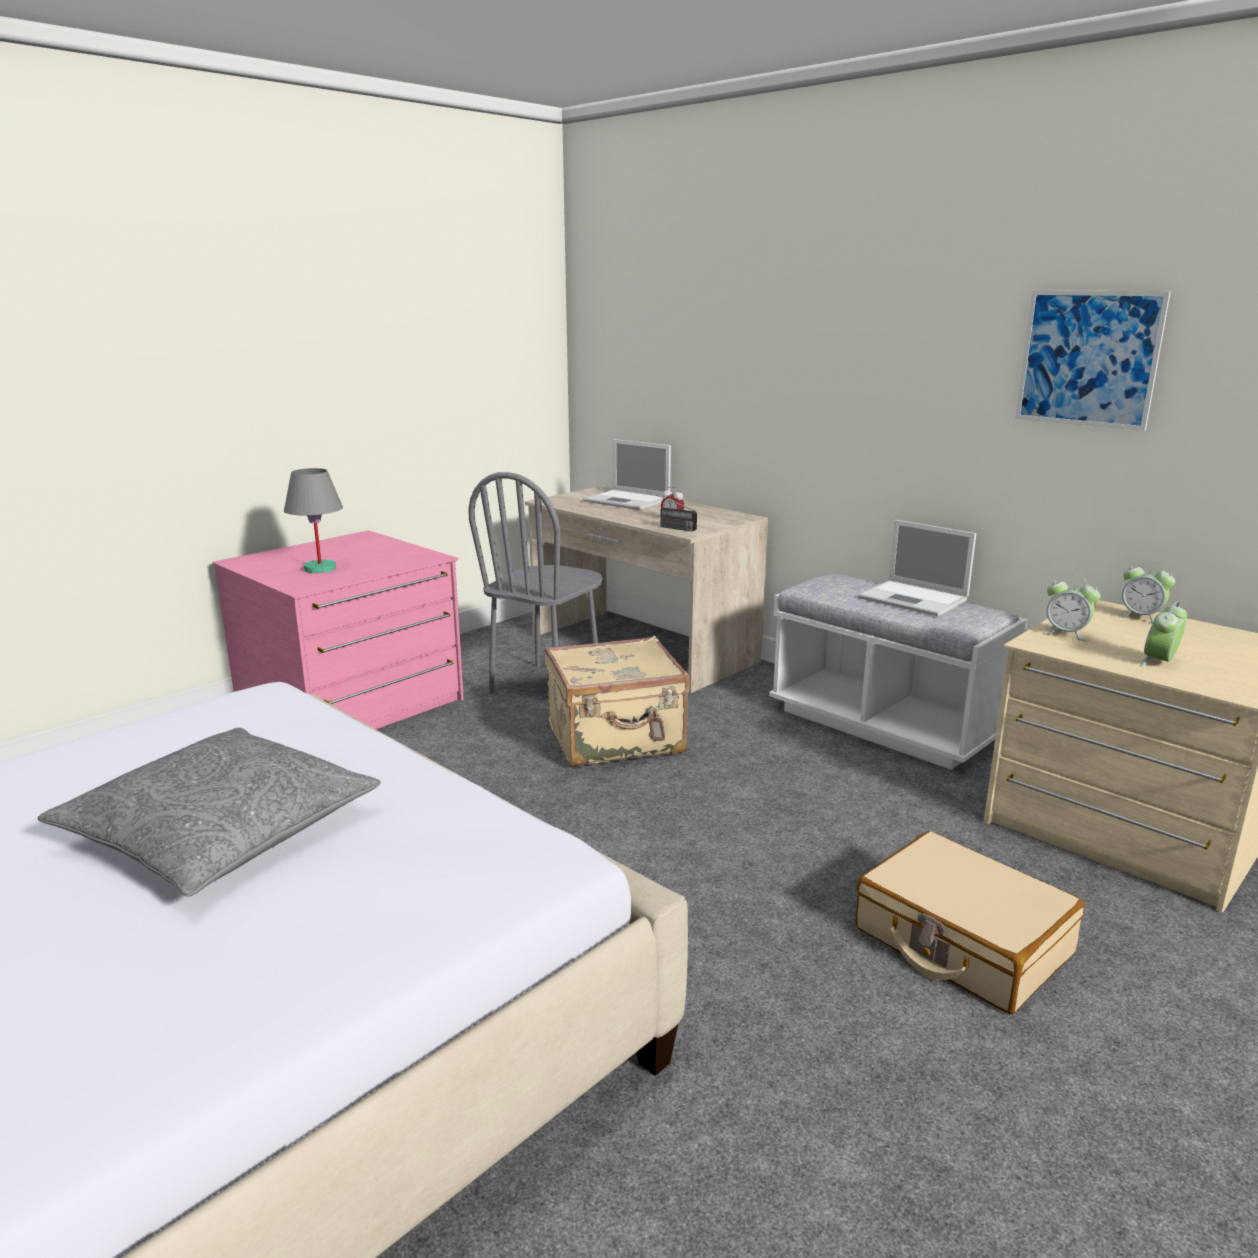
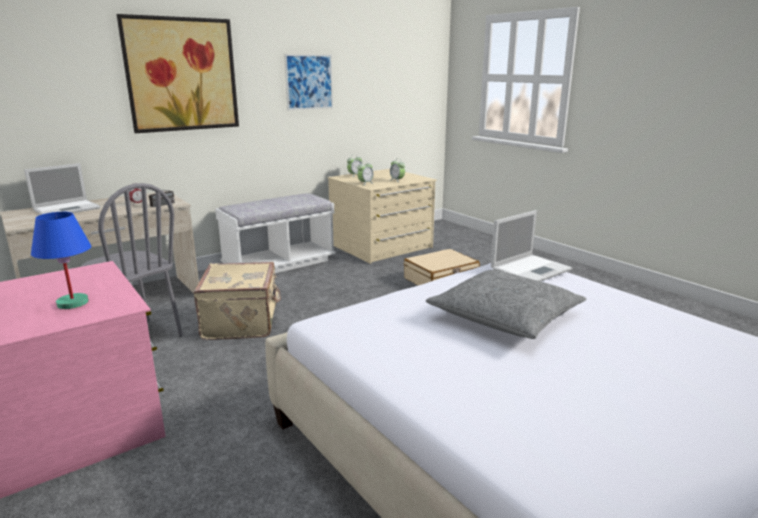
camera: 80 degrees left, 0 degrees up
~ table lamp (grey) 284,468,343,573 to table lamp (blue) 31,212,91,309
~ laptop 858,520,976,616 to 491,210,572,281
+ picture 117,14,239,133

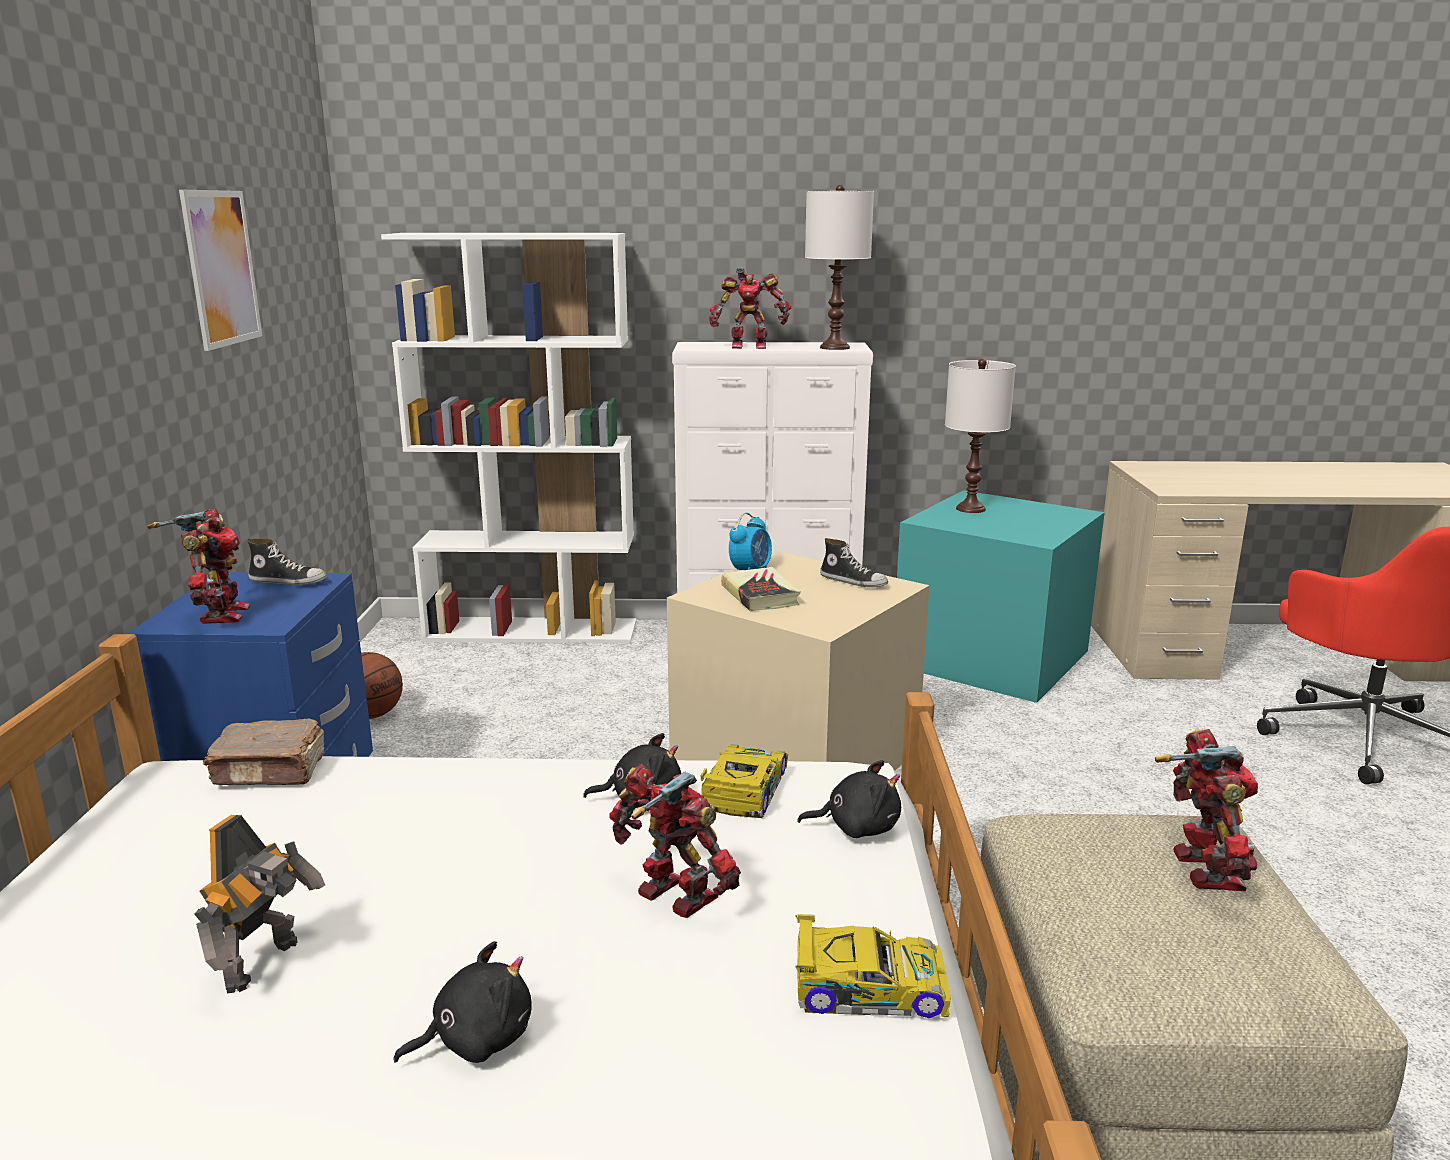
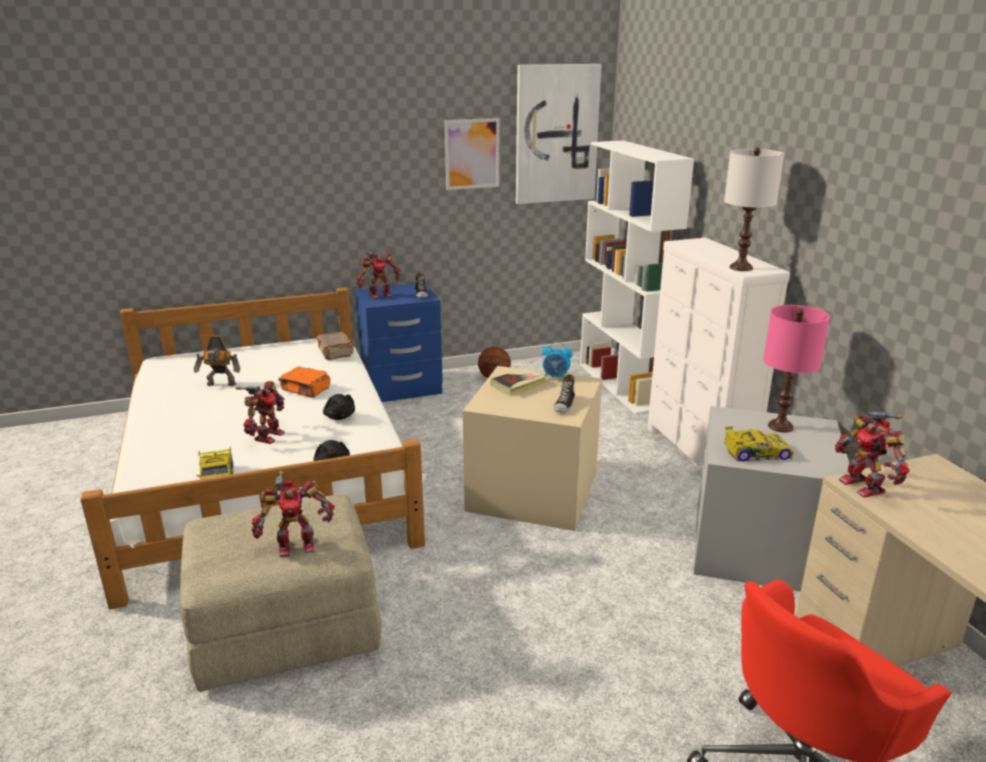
camera: 70 degrees right, 5 degrees up
~ toy robot 709,267,791,349 to 835,412,910,497
~ table lamp (white) 945,359,1016,513 to table lamp (pink) 763,305,830,432
~ storage box (turquoise) 897,490,1105,703 to storage box (grey) 694,406,849,592
~ toy car 701,744,788,818 to 724,427,794,461
- plush toy (black) 394,941,532,1063
+ picture 516,64,602,204
+ book (orange) 278,367,330,398

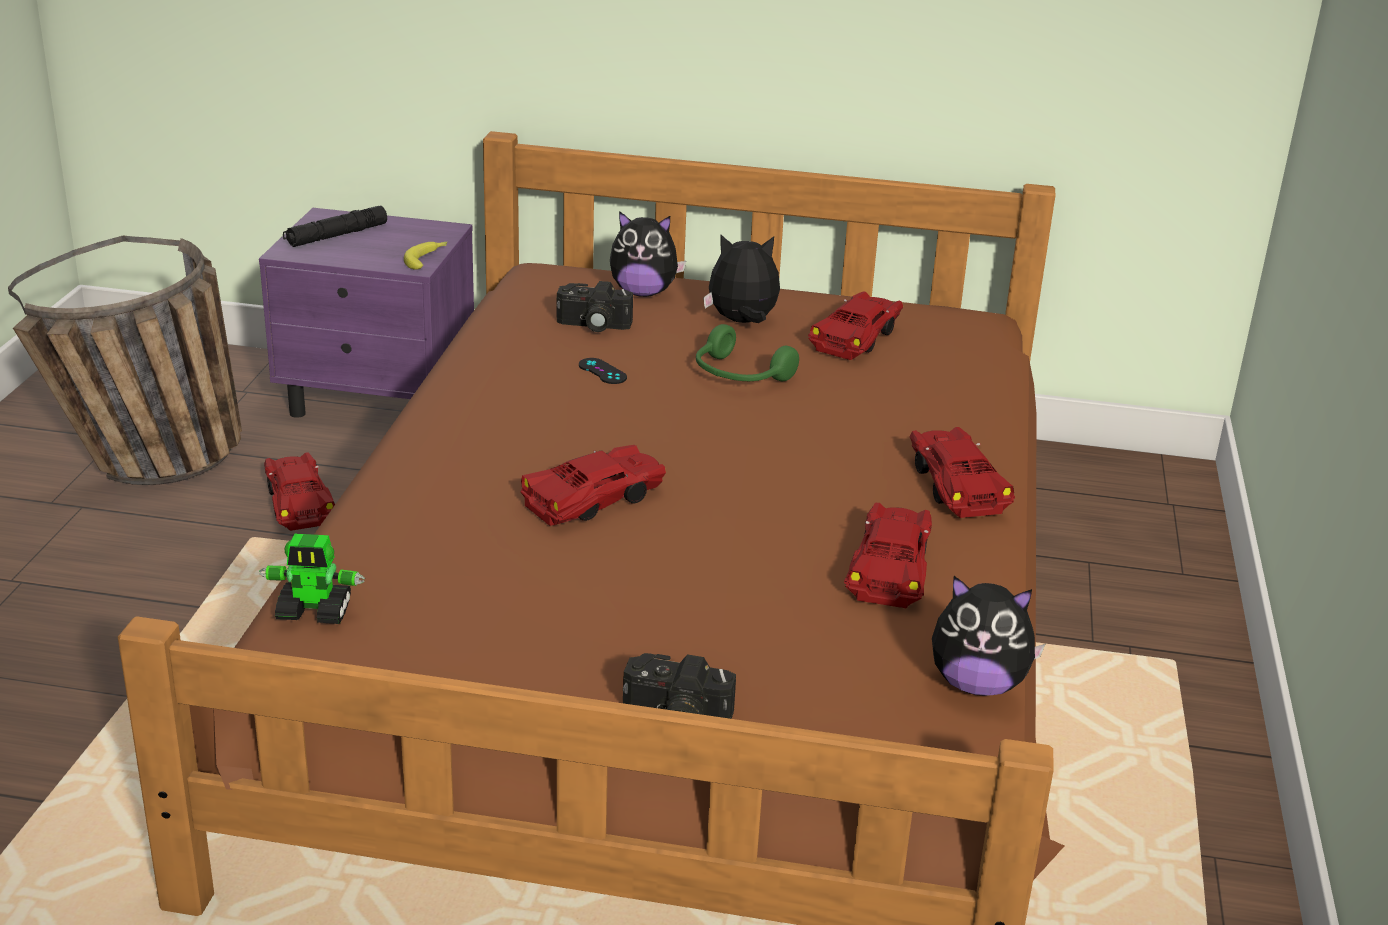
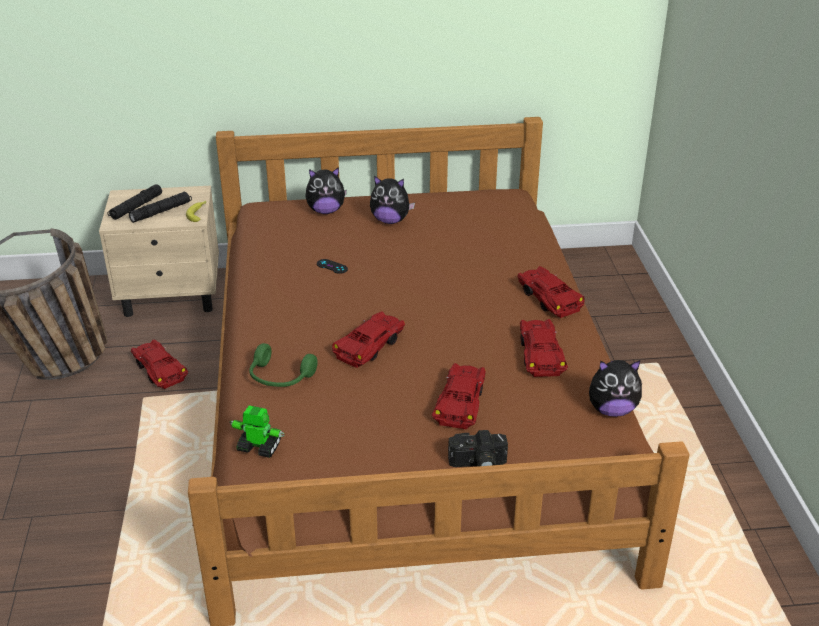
camera: 15 degrees left, 5 degrees up
~ nightstand (purple) 259,208,474,418 to nightstand (beige) 99,186,219,317
~ plush toy 703,235,780,323 = 370,176,415,224 150 degrees counterclockwise
- photo camera 556,281,633,332
~ toy car (red) 808,292,903,360 to 432,363,486,429
~ headphones (green) 696,324,799,381 to 249,343,318,387
~ toy robot 259,533,365,624 = 230,405,285,458 150 degrees counterclockwise
+ flashlight (black) 129,192,192,223

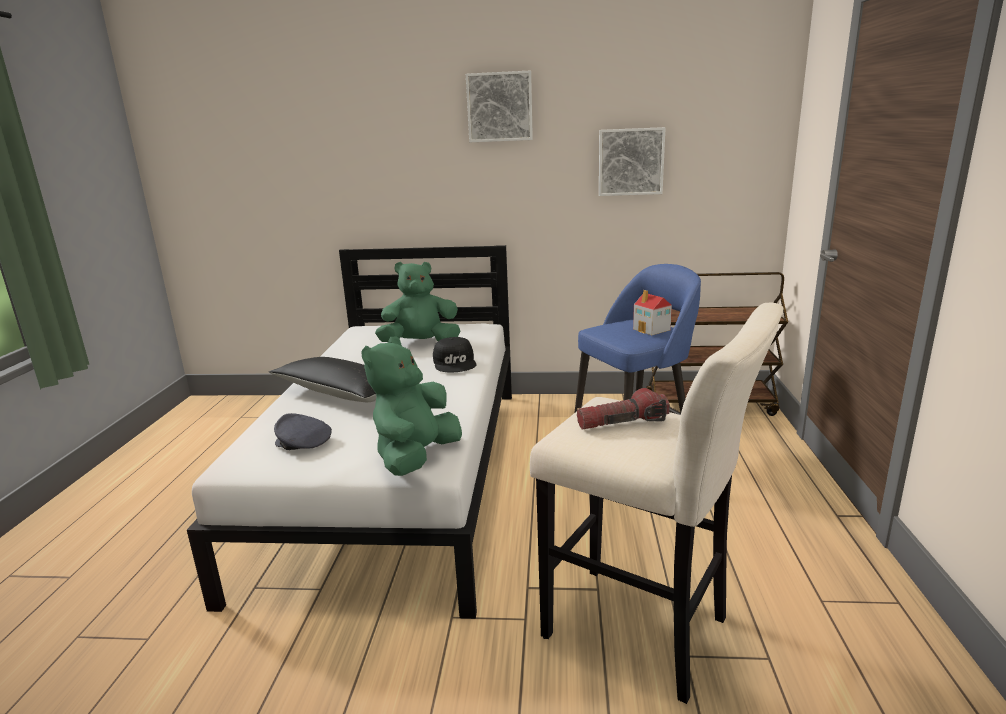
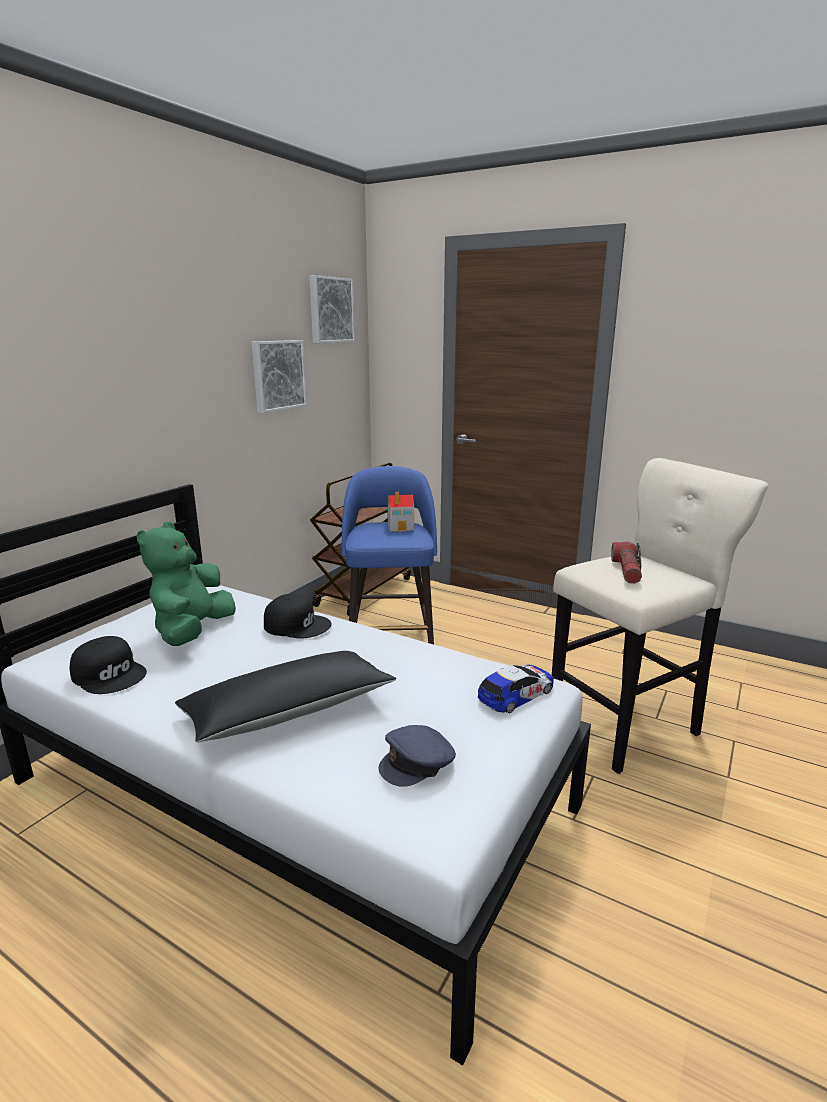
camera: 65 degrees left, 0 degrees up
~ picture 466,70,533,142 to 309,275,355,343
~ plush toy (green) 361,336,462,476 to toy car 478,665,554,714
+ cap (black) 70,636,147,694

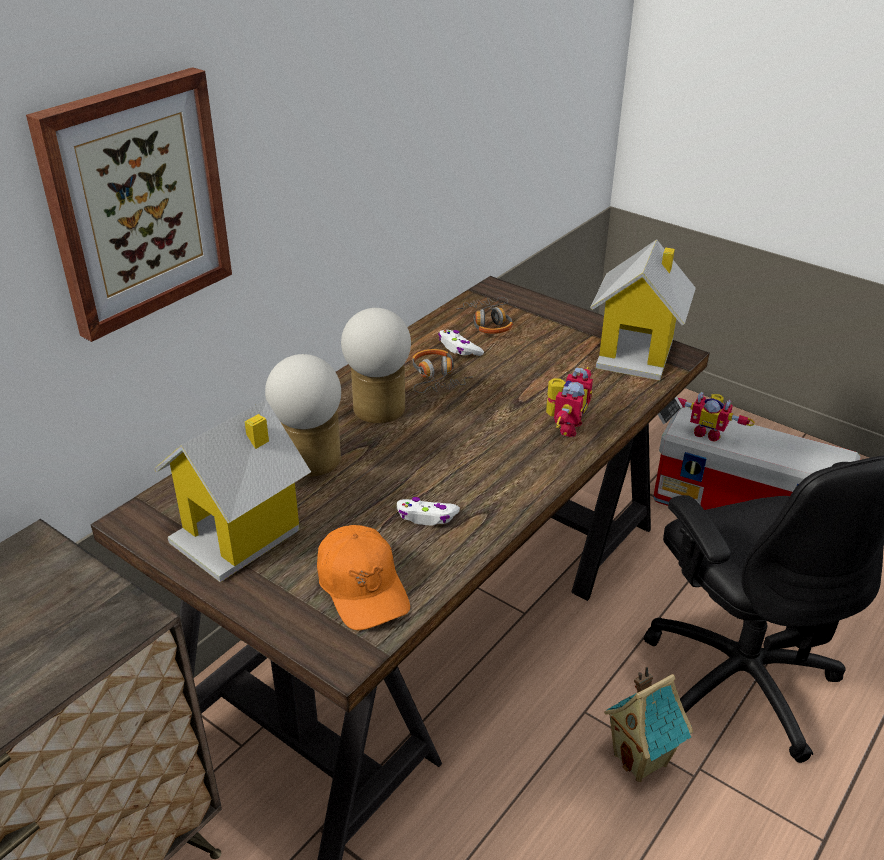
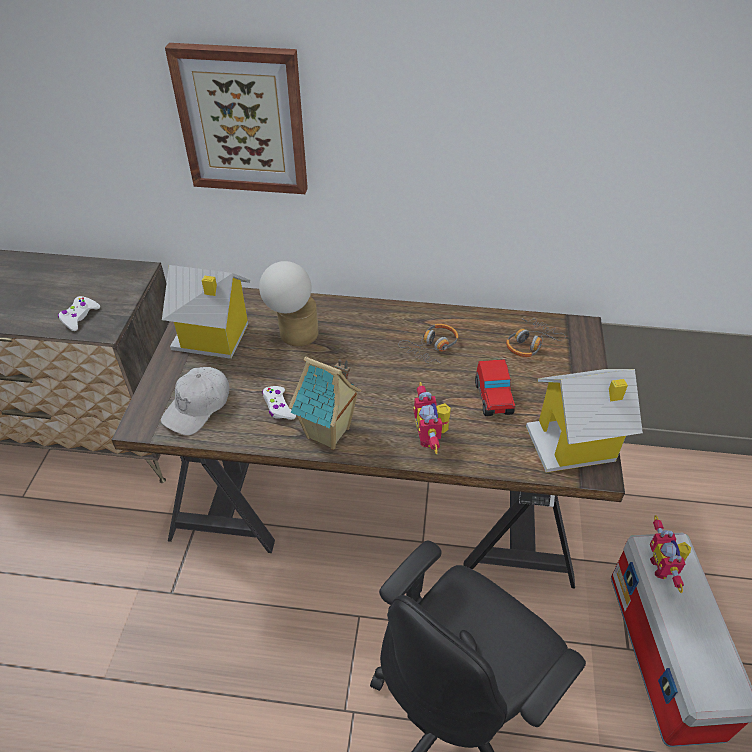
camera: 60 degrees right, 10 degrees up
- table lamp 341,308,411,423
~ game controller (white) 438,330,484,356 to 58,296,100,331
~ toy robot 546,367,593,437 = 413,382,451,454 90 degrees clockwise
~ cap (orange) 317,525,410,630 to cap (white) 161,367,230,435
~ toy house 604,666,693,782 to 289,356,362,450
+ toy car 475,359,515,416

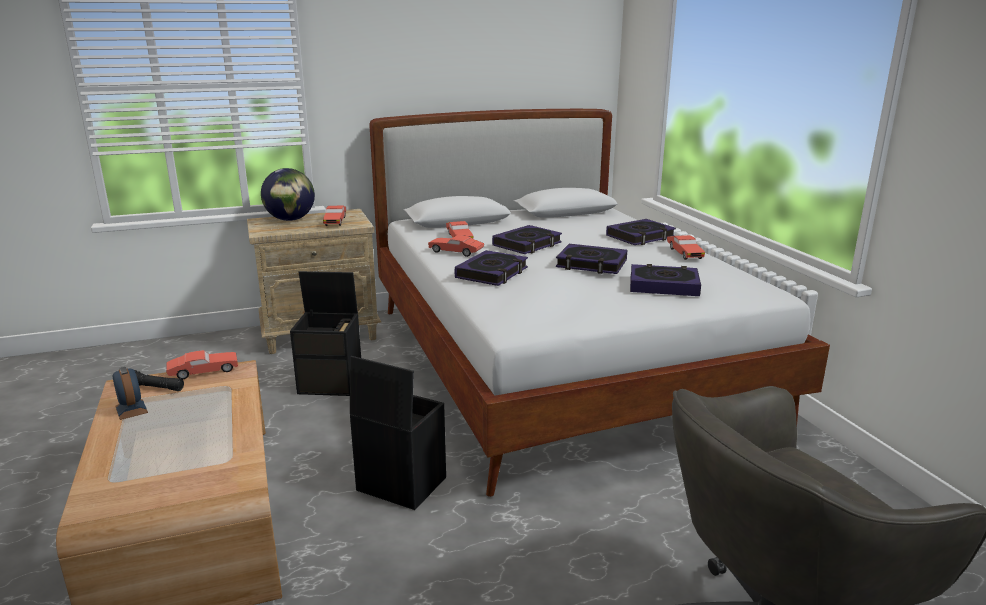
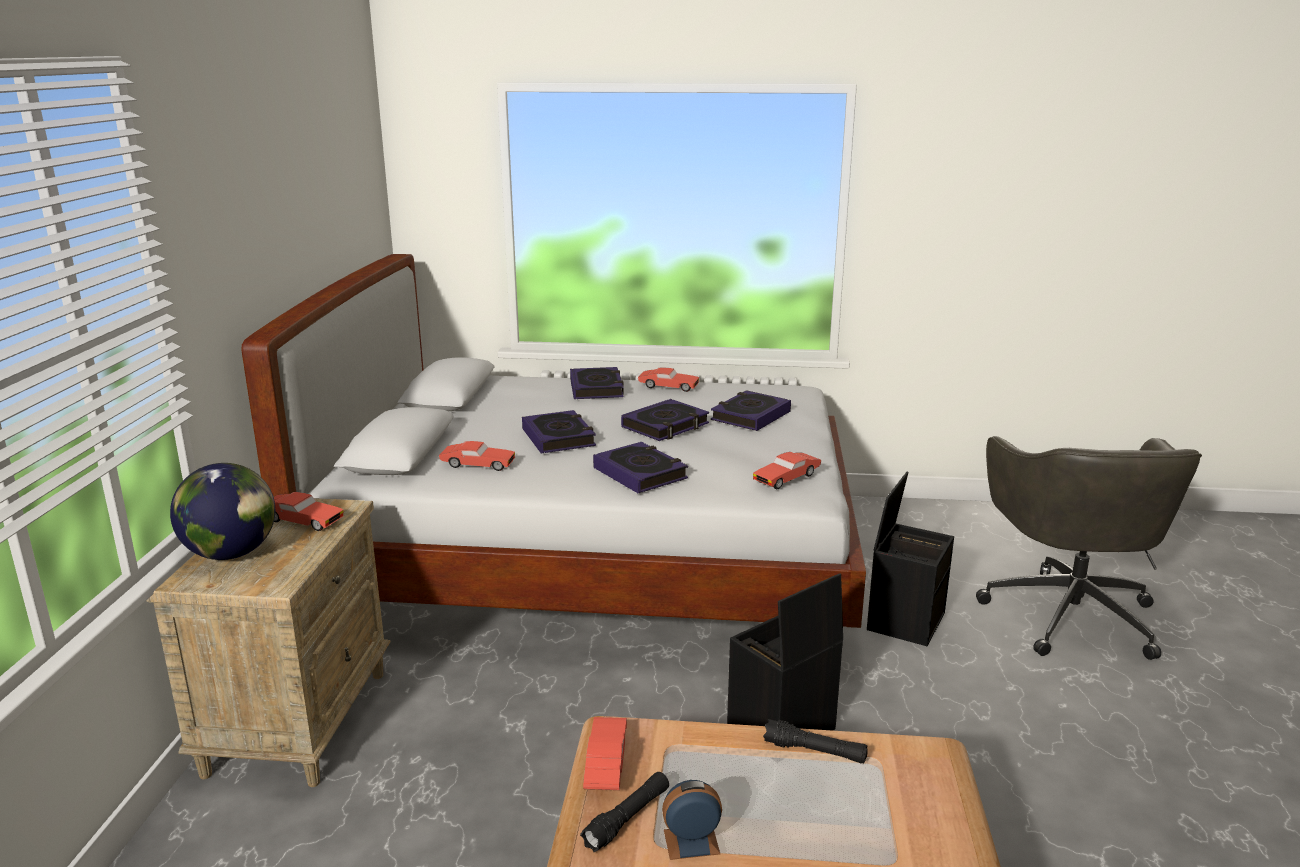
camera: 65 degrees left, 0 degrees up
~ toy car (red) 428,235,484,257 to 753,452,821,489
~ storage box (black) 290,271,361,396 to 867,472,954,646
+ flashlight (black) 763,719,868,763

